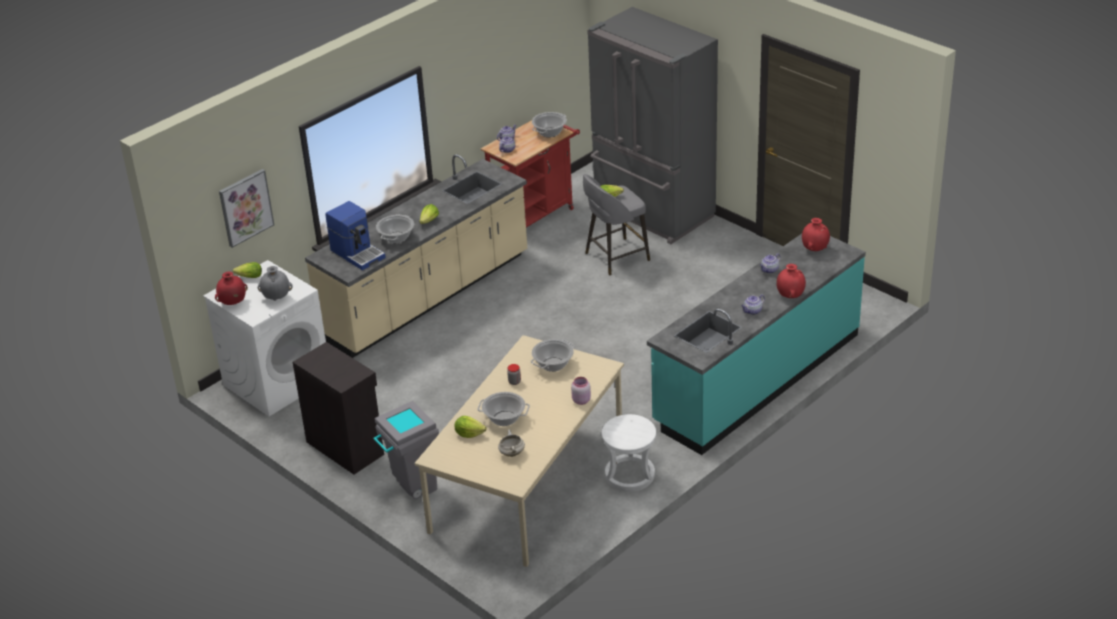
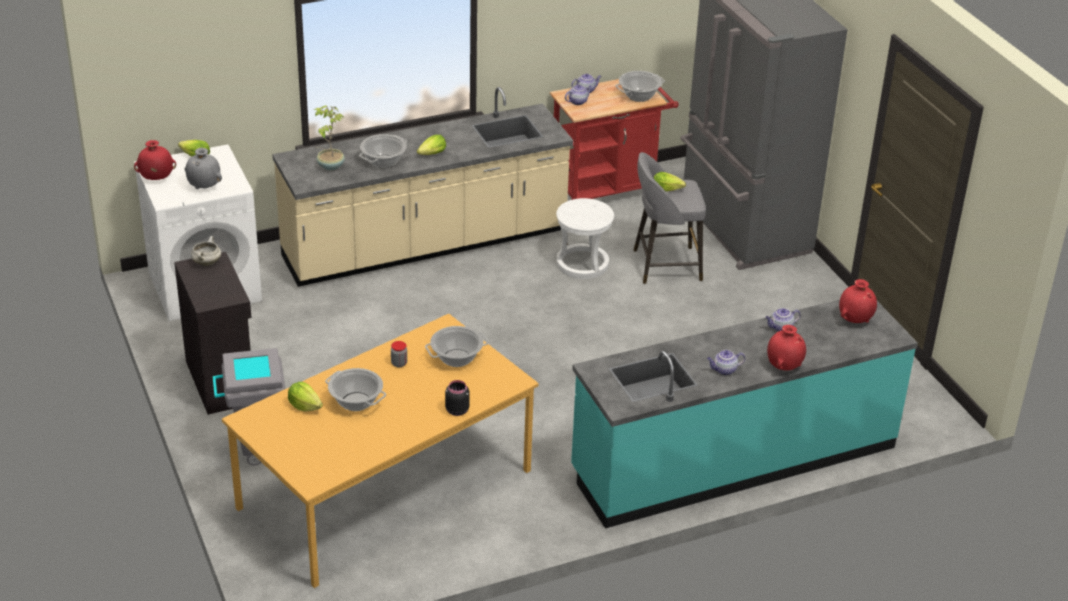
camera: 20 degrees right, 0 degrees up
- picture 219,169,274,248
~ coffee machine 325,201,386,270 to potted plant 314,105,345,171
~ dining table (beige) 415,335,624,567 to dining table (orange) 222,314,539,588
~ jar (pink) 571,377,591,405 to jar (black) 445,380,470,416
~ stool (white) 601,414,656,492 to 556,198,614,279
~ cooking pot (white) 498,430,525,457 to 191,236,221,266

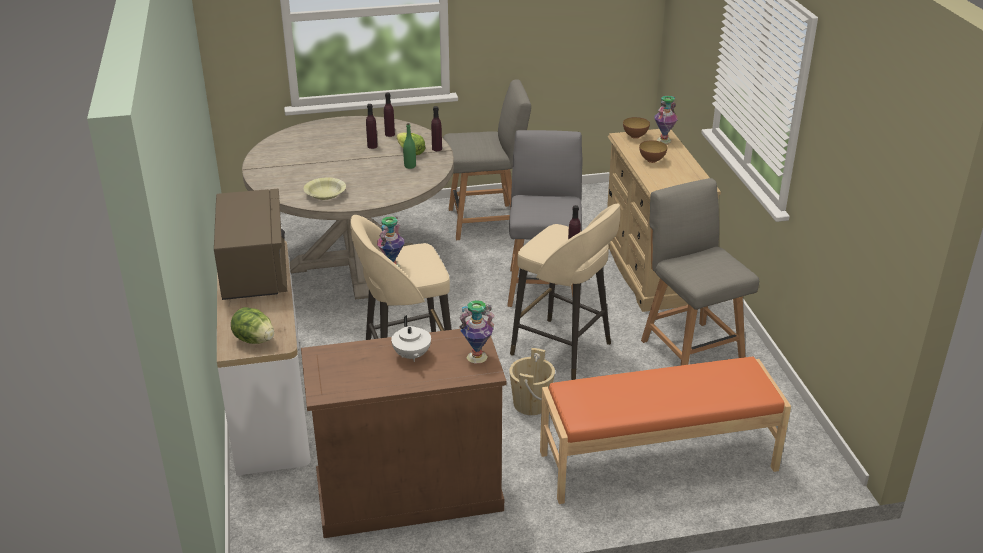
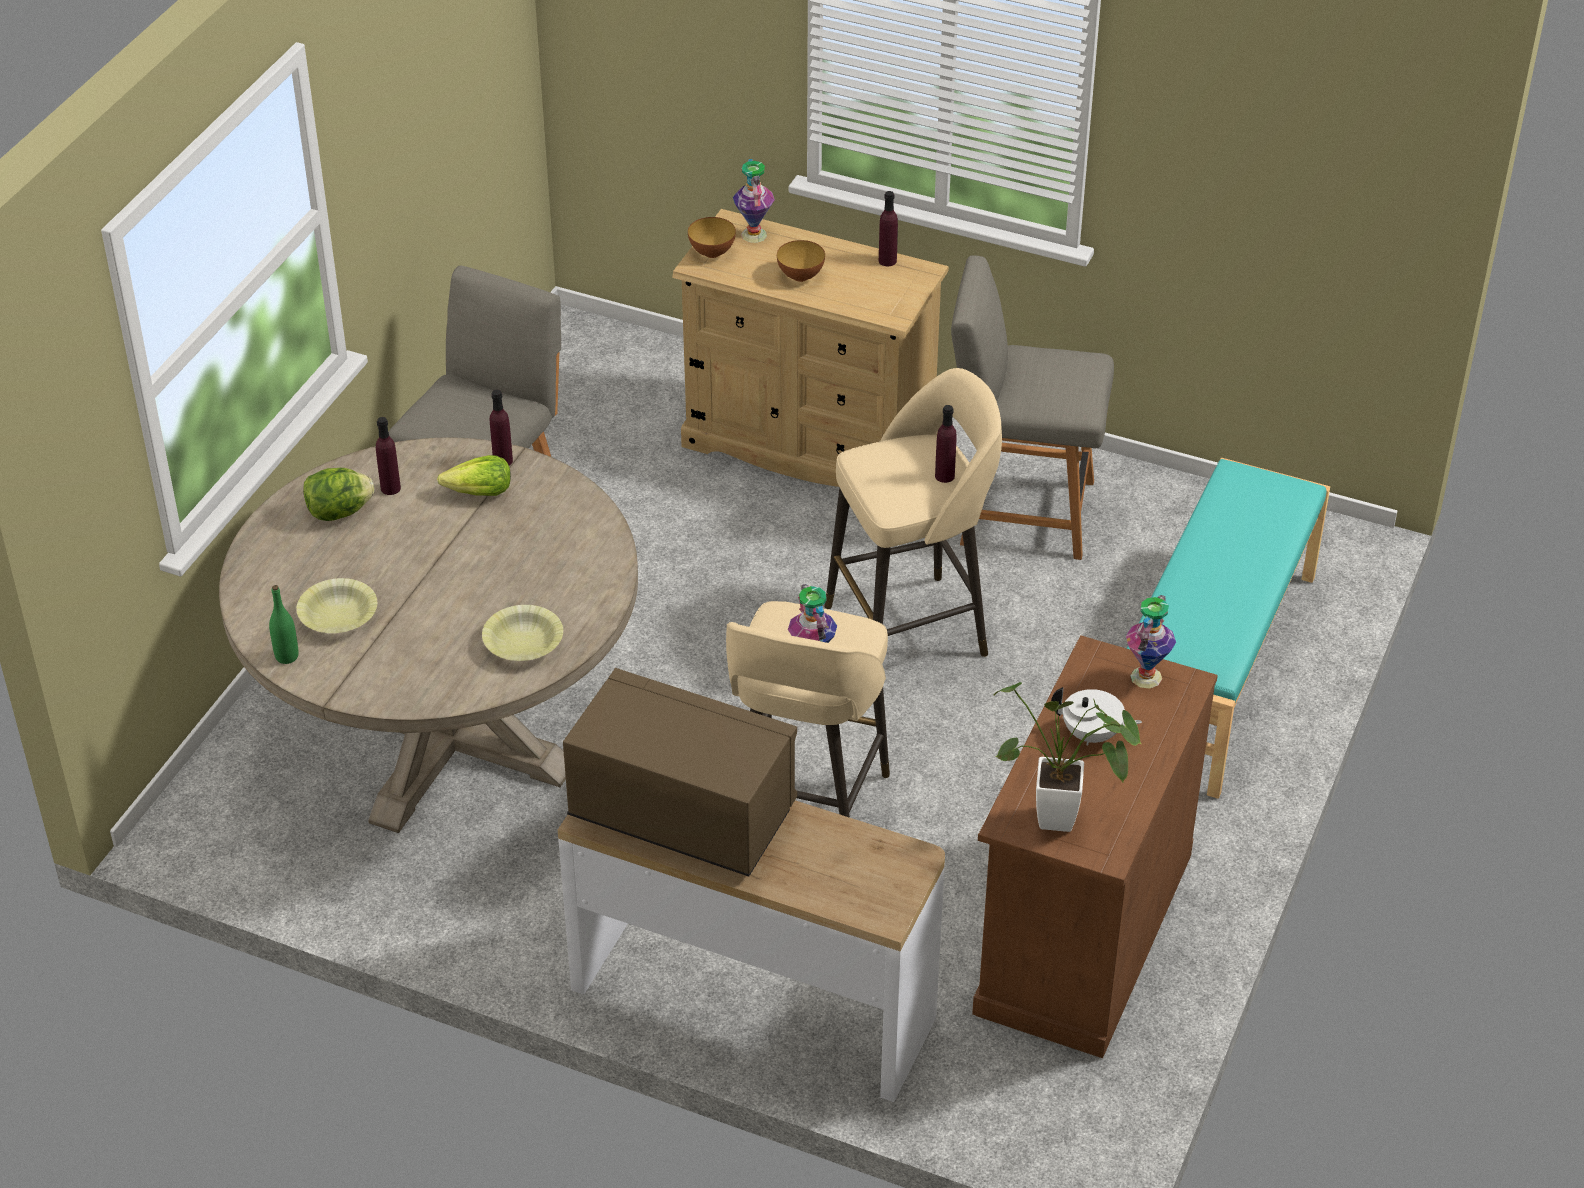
camera: 55 degrees left, 10 degrees up
~ bottle (purple) 366,104,378,149 to 879,191,898,266
~ bottle (green) 403,123,416,169 to 269,585,298,664
- chair (grey) 507,130,583,307
~ lettuce 231,307,274,344 to 303,468,375,521
- bucket (beige) 509,348,555,415
~ bench (orange) 540,357,791,504 to bench (turquoise) 1126,458,1330,799
+ bowl (yellow) 296,578,377,633
+ potted plant 993,682,1142,832

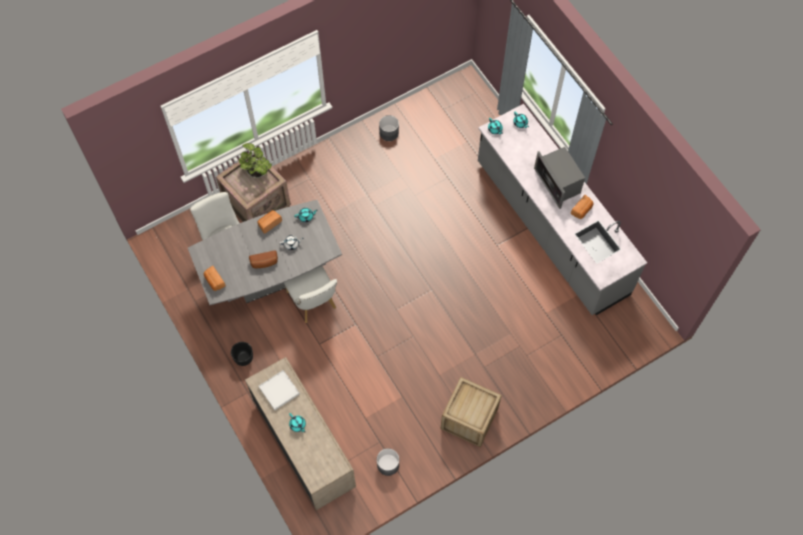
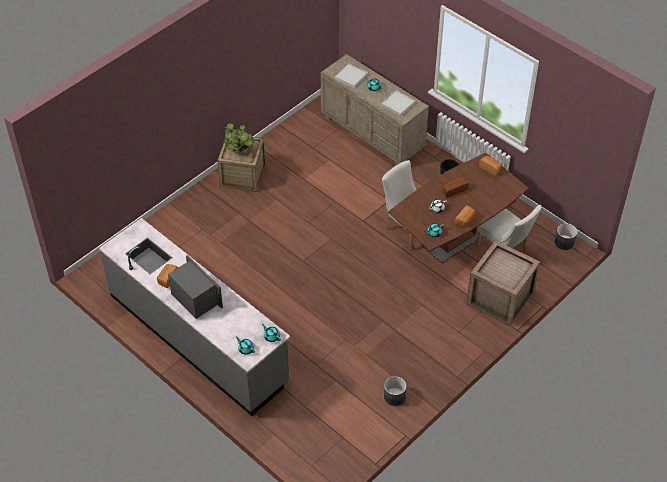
camera: 165 degrees right, 15 degrees down
~ potted plant 239,143,272,178 to 223,123,255,154
~ dining table (grey) 188,200,342,305 to dining table (brown) 388,153,529,263
~ planter (grey) 377,448,399,476 to 555,223,577,250
+ tray (white) 334,63,368,88

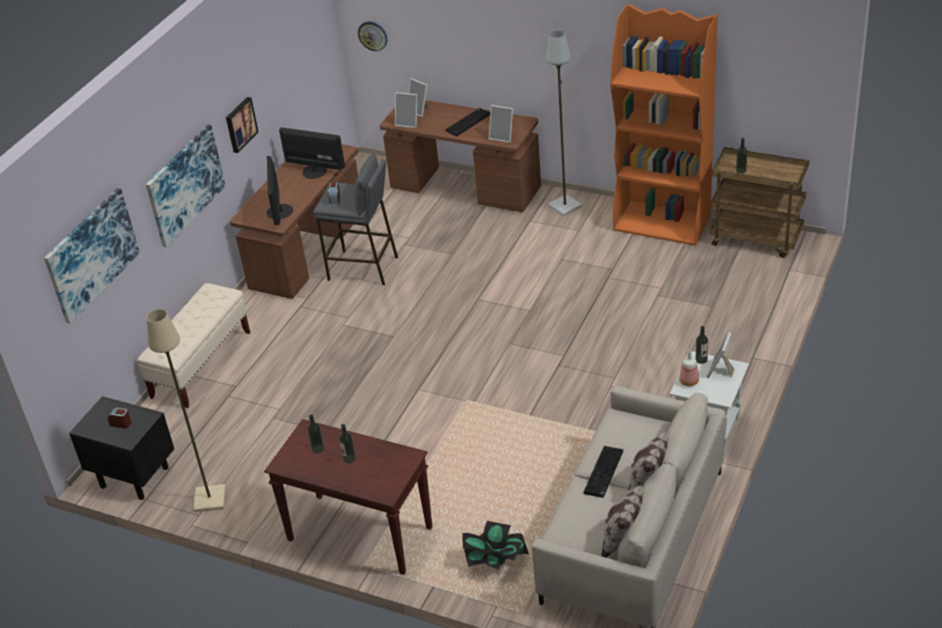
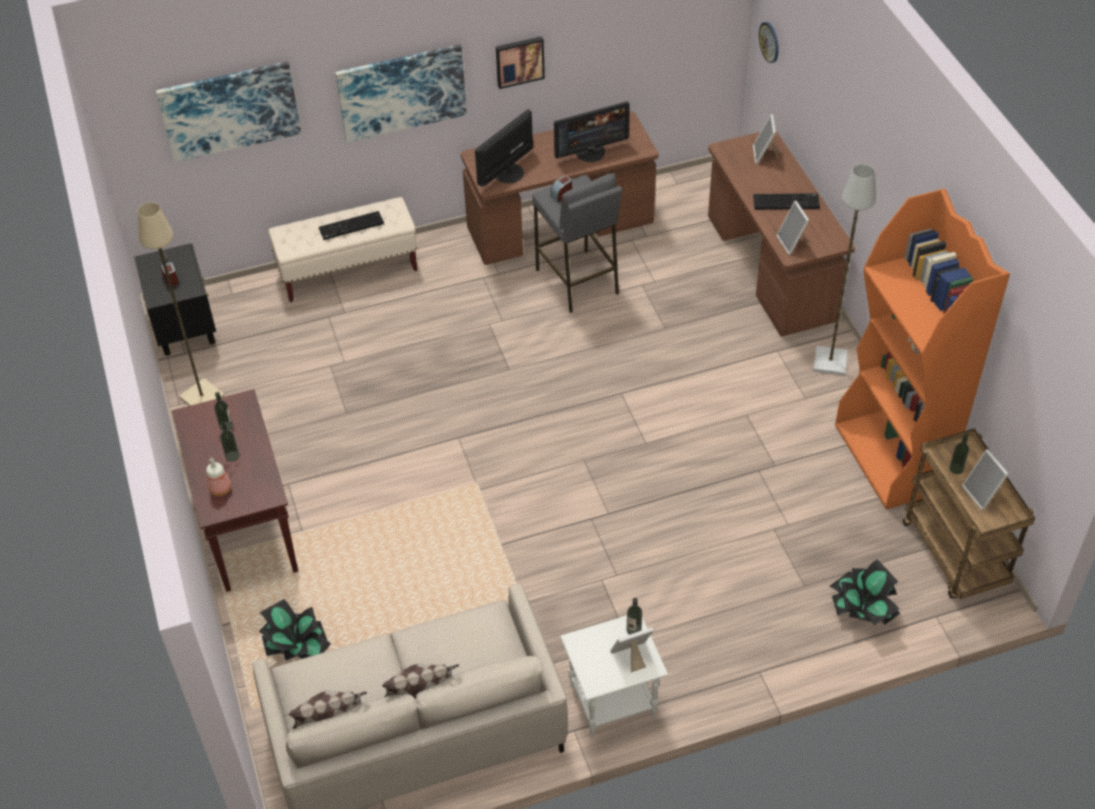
camera: 45 degrees right, 10 degrees up
~ picture frame 395,92,417,128 to 962,449,1008,510
~ monitor 279,127,345,179 = 554,101,630,162 90 degrees clockwise
~ bottle 679,351,699,386 to 206,458,231,496
~ keyboard 584,446,623,498 to 319,211,384,240
+ potted plant 829,559,900,626

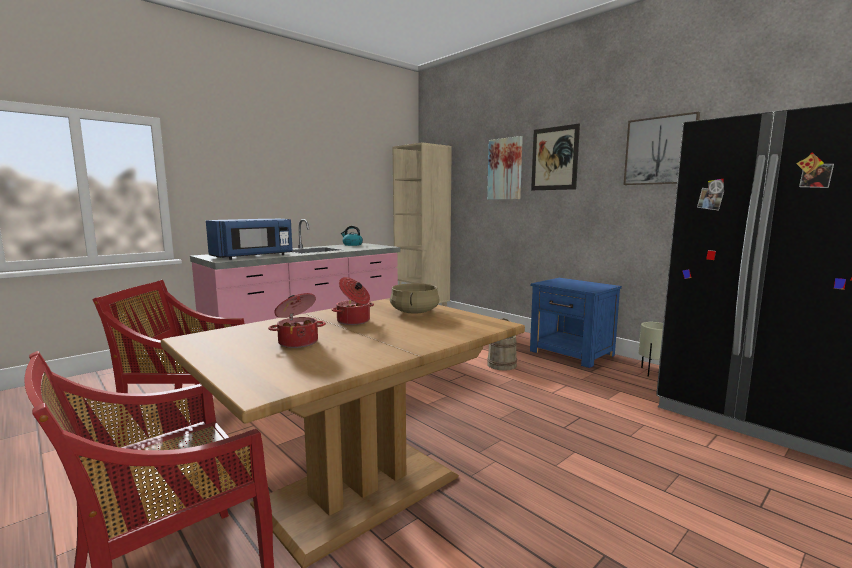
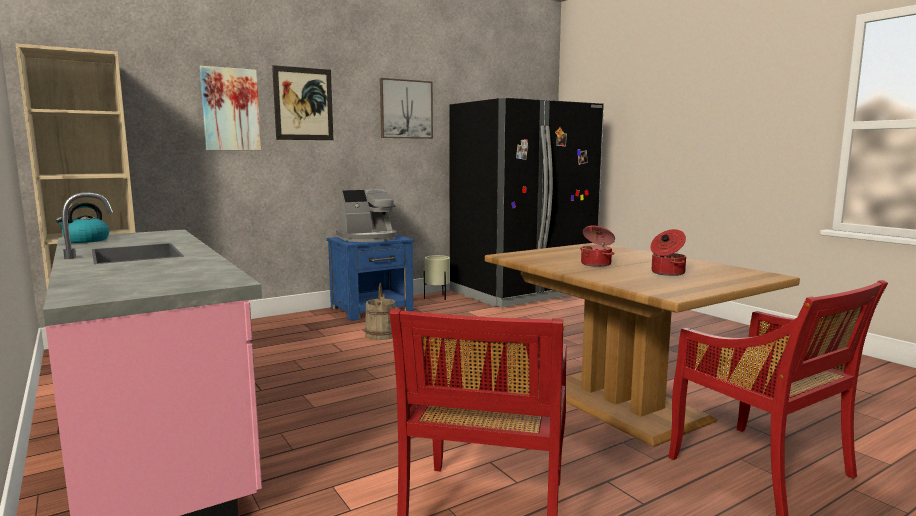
camera: 80 degrees left, 0 degrees up
- microwave (blue) 206,219,293,260
- cooking pot (beige) 390,283,439,313
+ coffee machine 336,189,397,242

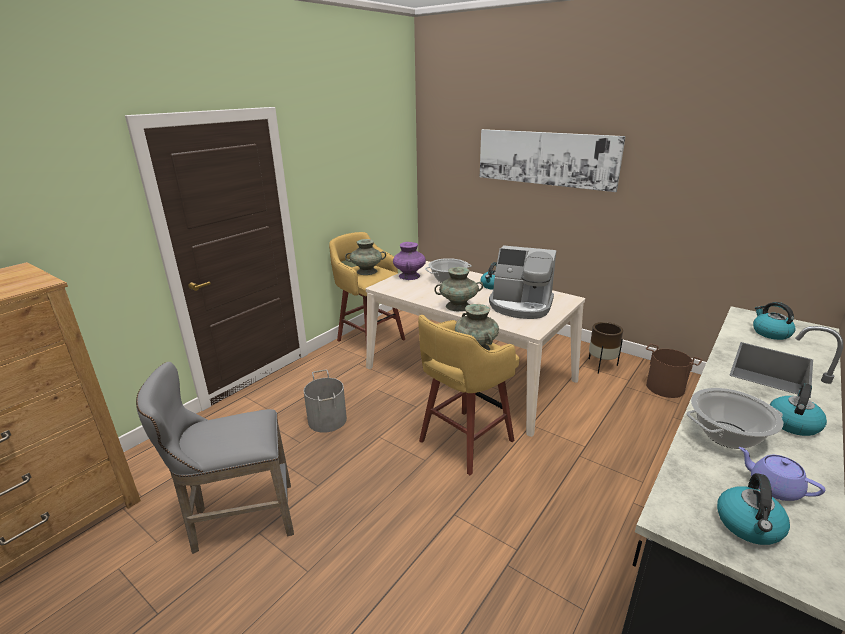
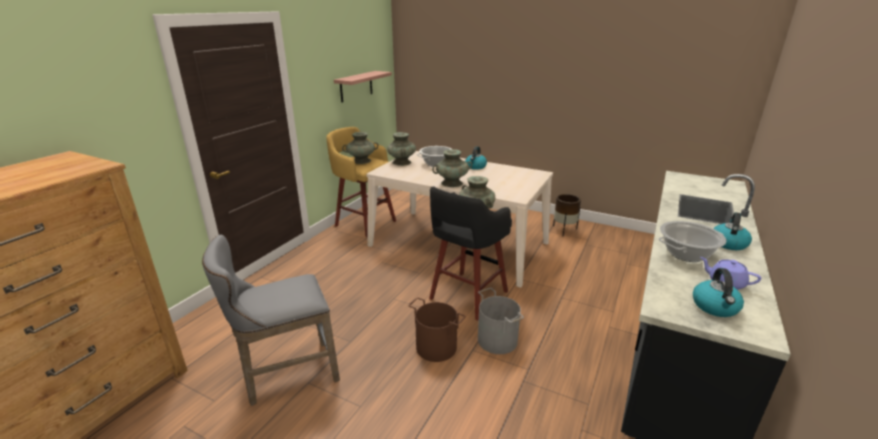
camera: 10 degrees left, 0 degrees up
- picture 480,129,626,192
~ vase (purple) 393,242,426,280 to vase (turquoise) 387,132,416,166
- coffee machine 489,245,556,319
- kettle 753,302,796,340
~ stool (yellow) 418,315,520,475 to stool (black) 429,186,512,320
~ bucket (brown) 646,344,702,398 to 408,298,466,362
~ bucket (grey) 304,369,347,433 to 478,288,524,354
+ shelf 334,71,392,103

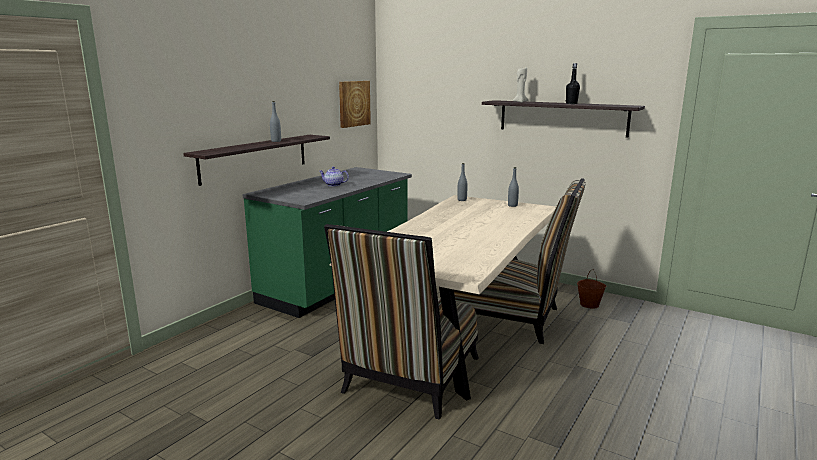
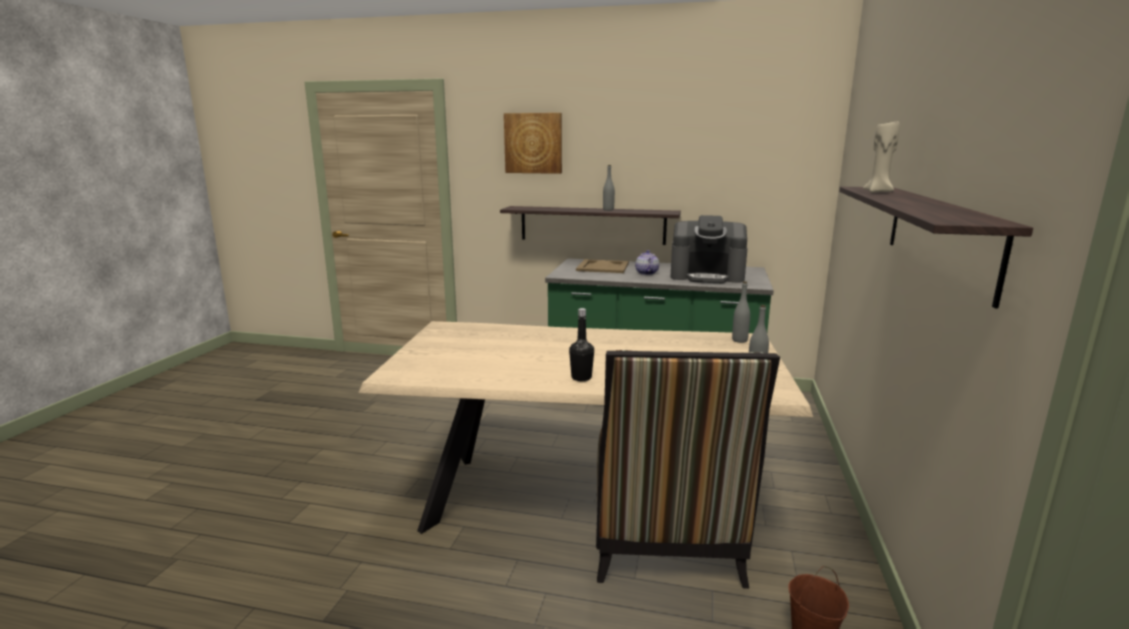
camera: 70 degrees right, 0 degrees up
~ bottle (black) 566,63,580,104 to 569,308,594,381
~ picture 339,81,371,128 to 504,113,562,174
- chair 324,224,479,420
+ coffee machine 670,215,747,283
+ tray (beige) 576,259,629,273

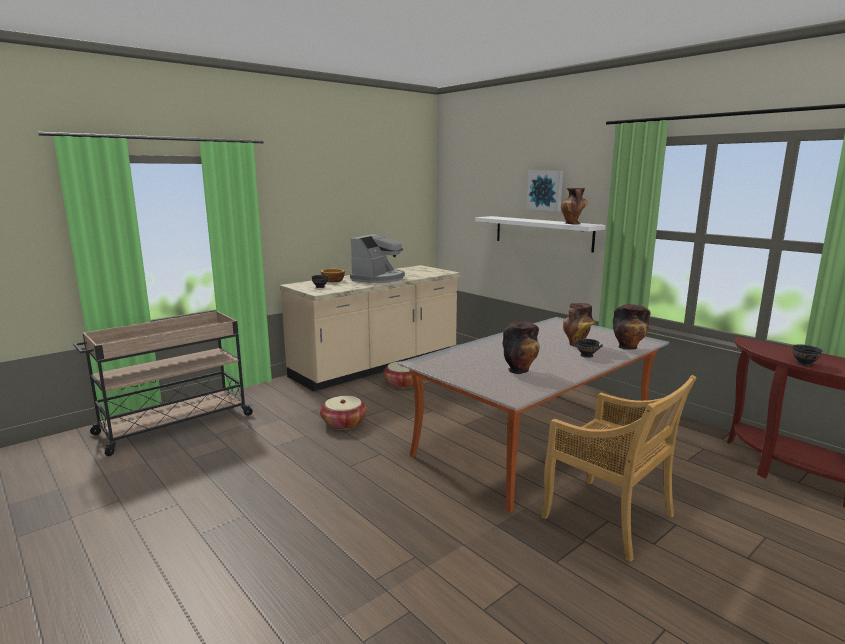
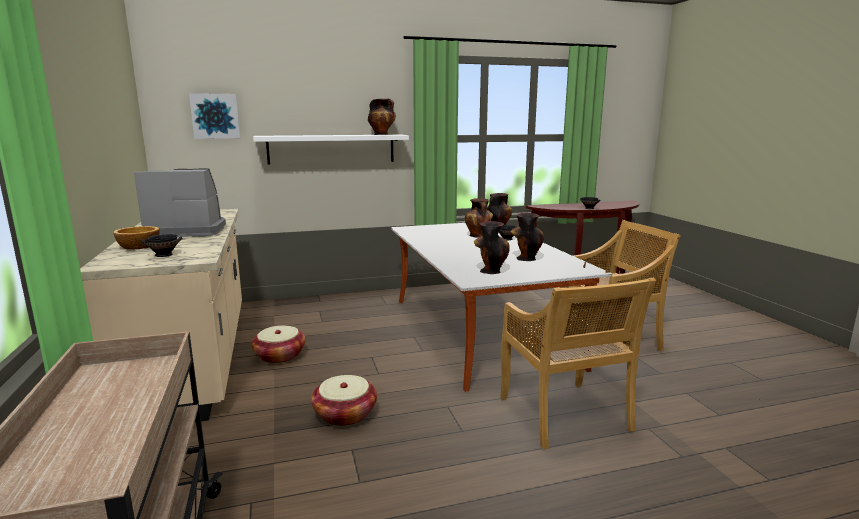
camera: 65 degrees left, 0 degrees up
~ picture 527,171,563,212 to 189,93,240,139
~ coffee machine 350,234,405,283 = 134,168,226,237 60 degrees counterclockwise
+ vase 474,221,510,274
+ chair (beige) 500,278,656,450

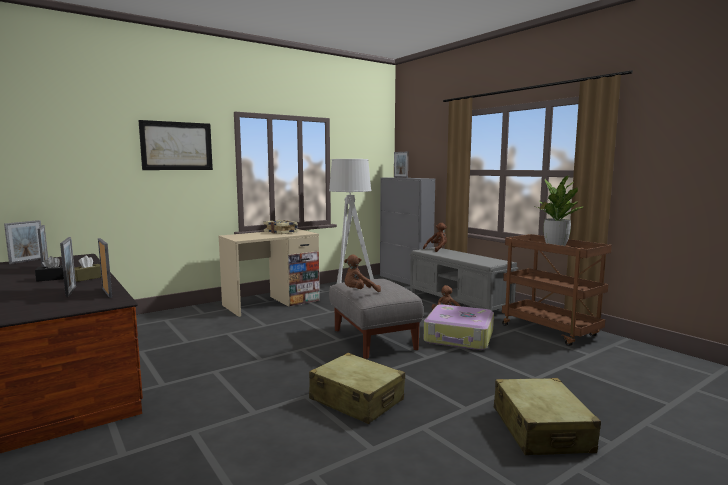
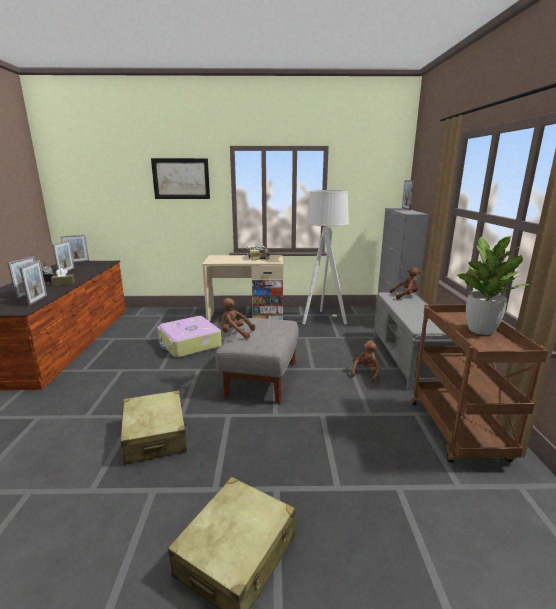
camera: 35 degrees right, 10 degrees up
~ suitcase 424,304,494,350 to 157,316,222,358

